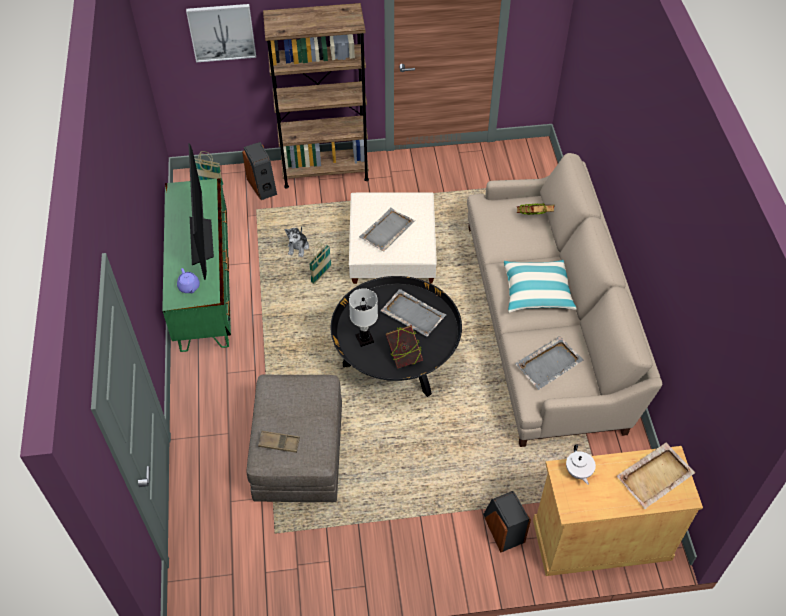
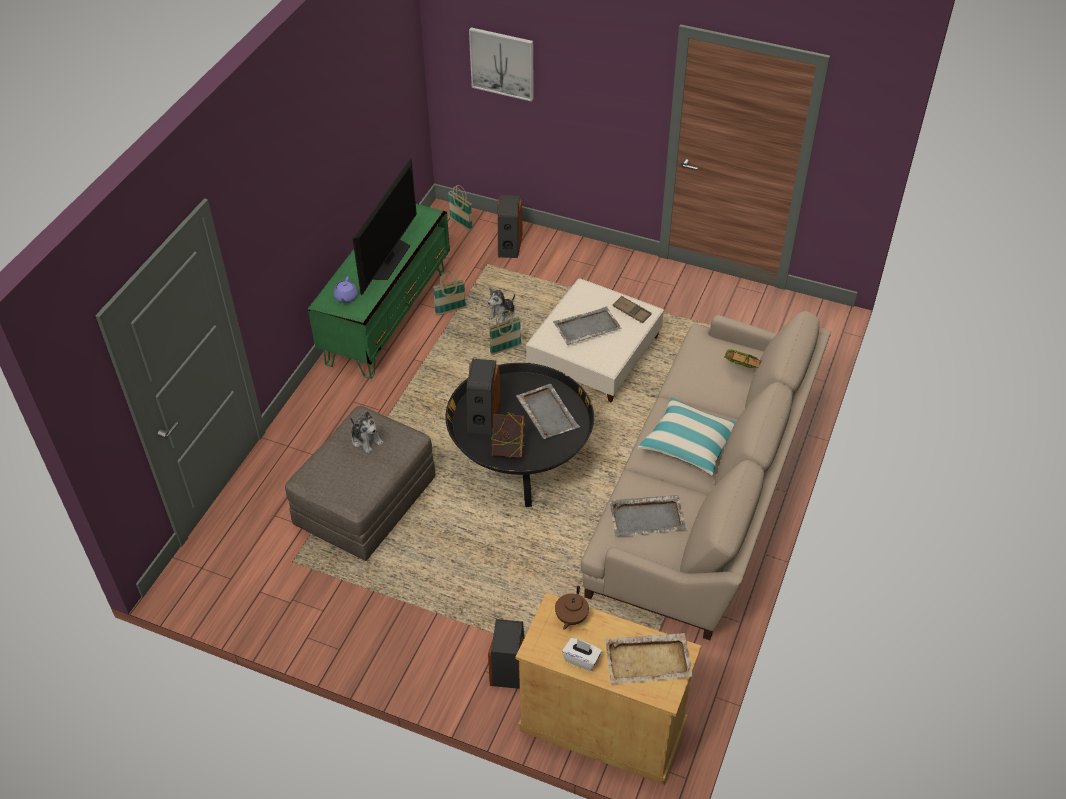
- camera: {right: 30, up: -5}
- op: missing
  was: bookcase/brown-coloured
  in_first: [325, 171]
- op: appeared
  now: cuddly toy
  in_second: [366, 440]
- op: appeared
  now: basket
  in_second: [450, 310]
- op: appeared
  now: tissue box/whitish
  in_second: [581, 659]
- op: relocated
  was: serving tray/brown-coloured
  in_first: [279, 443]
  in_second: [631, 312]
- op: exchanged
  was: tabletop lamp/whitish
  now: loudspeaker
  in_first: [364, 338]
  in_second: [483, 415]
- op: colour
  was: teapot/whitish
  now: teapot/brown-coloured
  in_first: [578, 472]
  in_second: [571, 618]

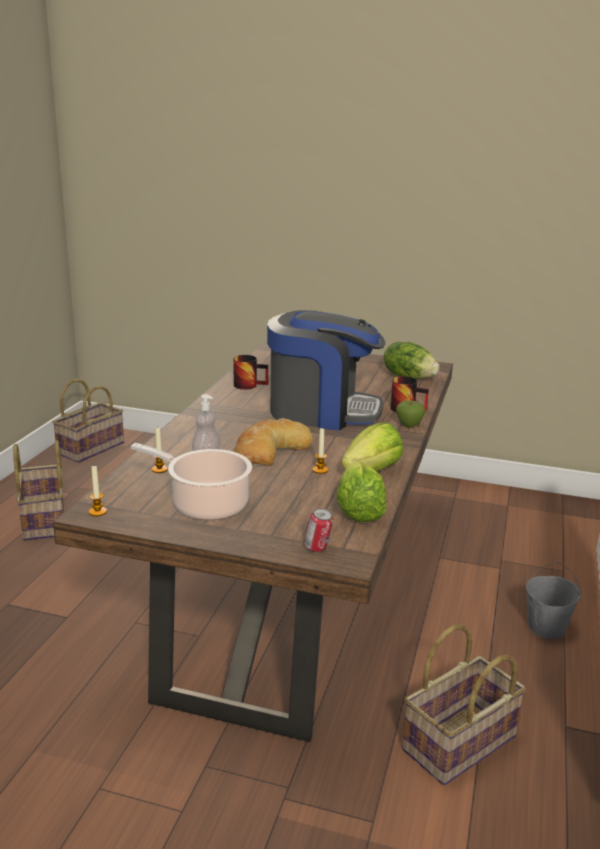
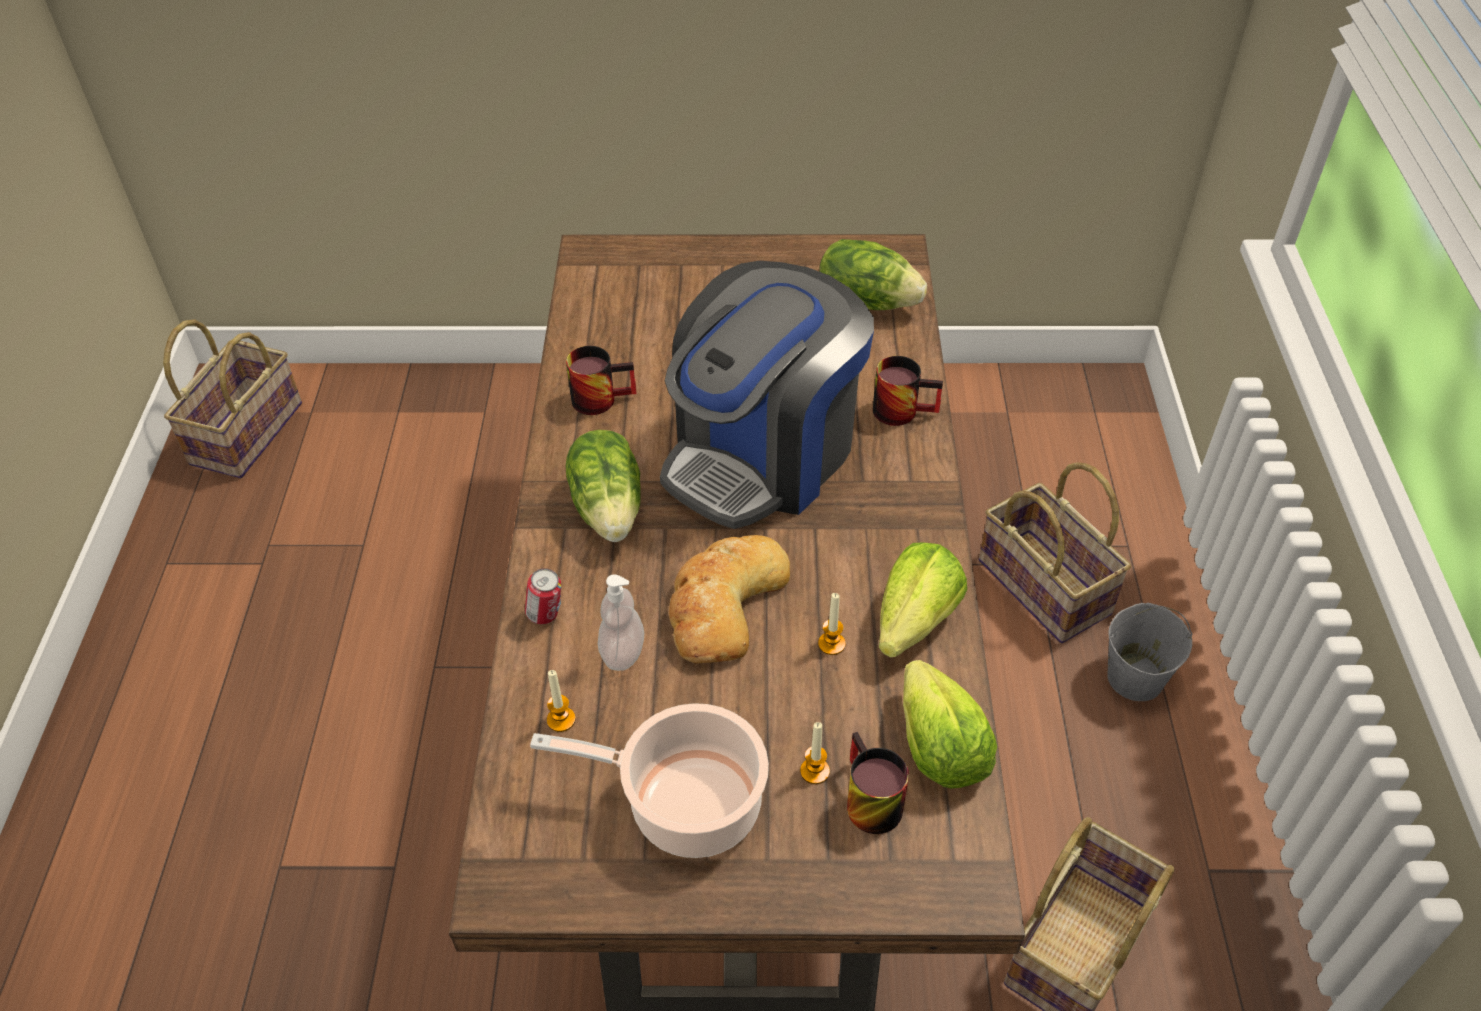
- camera: {right: -15, up: 25}
- op: missing
  was: whole apple
  in_first: [409, 425]
- op: appeared
  now: lettuce
  in_second: [609, 507]
- op: appeared
  now: mug
  in_second: [865, 801]
- op: relocated
  was: basket
  in_first: [45, 520]
  in_second: [1046, 586]
- op: relocated
  was: wax candle
  in_first: [97, 512]
  in_second: [814, 771]
- op: relocated
  was: sealed can
  in_first: [317, 549]
  in_second: [546, 615]
- op: spun
  was: coffee machine
  in_first: [322, 411]
  in_second: [763, 454]
  clockwise: 135

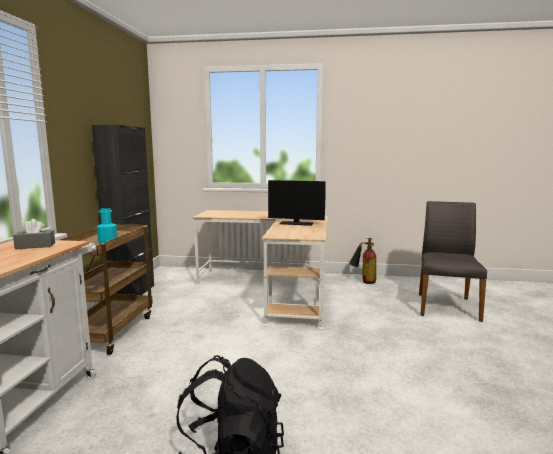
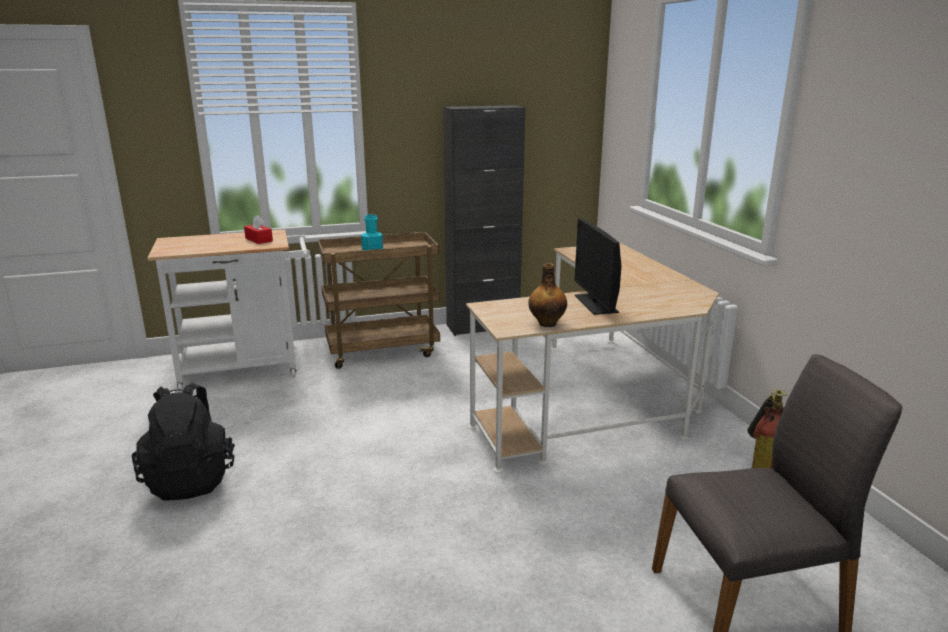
- camera: {right: 65, up: 10}
- op: appeared
  now: bottle
  in_second: [547, 323]
- op: colour
  was: tissue box/grey
  now: tissue box/reddish
  in_first: [35, 246]
  in_second: [259, 240]

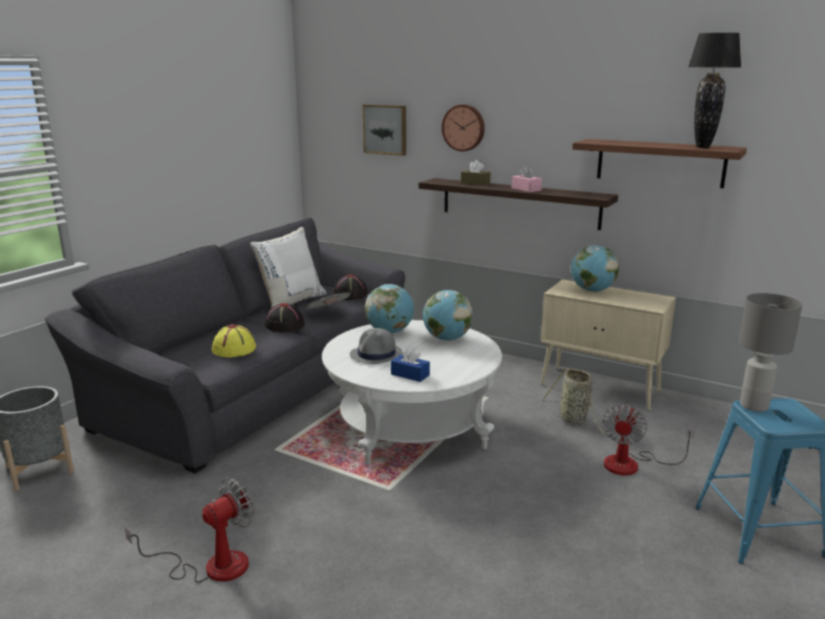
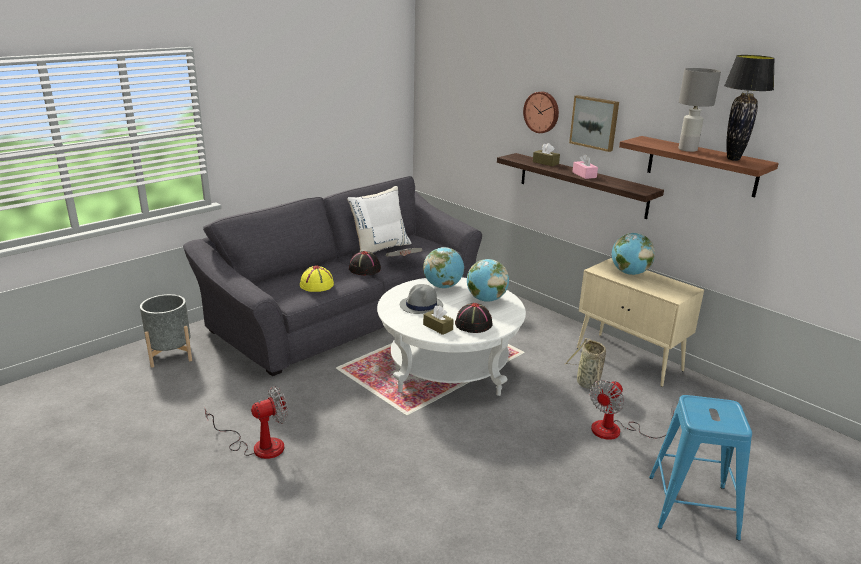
- camera: {right: 15, up: 5}
- op: relocated
  was: hat/blackish
  in_first: [350, 295]
  in_second: [473, 324]
- op: relocated
  was: wall picture
  in_first: [385, 129]
  in_second: [595, 122]
- op: relocated
  was: tabletop lamp/grey
  in_first: [753, 406]
  in_second: [687, 149]
- op: colour
  was: tissue box/blue
  now: tissue box/brown-coloured
  in_first: [410, 374]
  in_second: [438, 327]

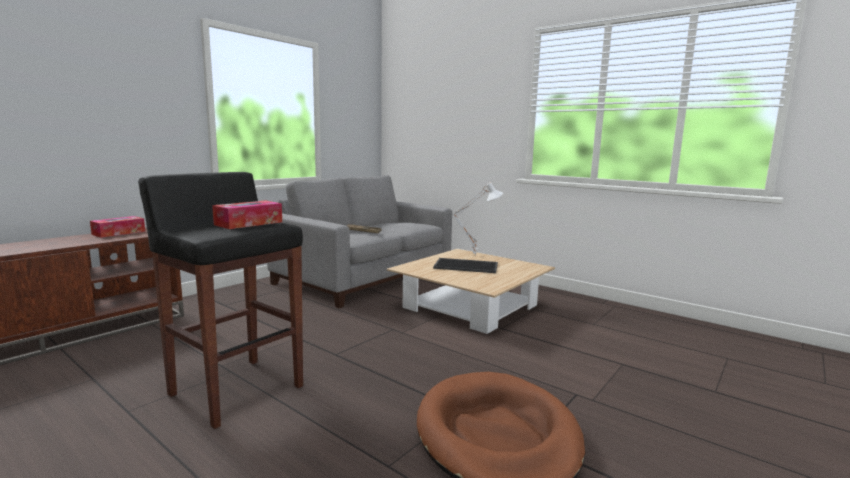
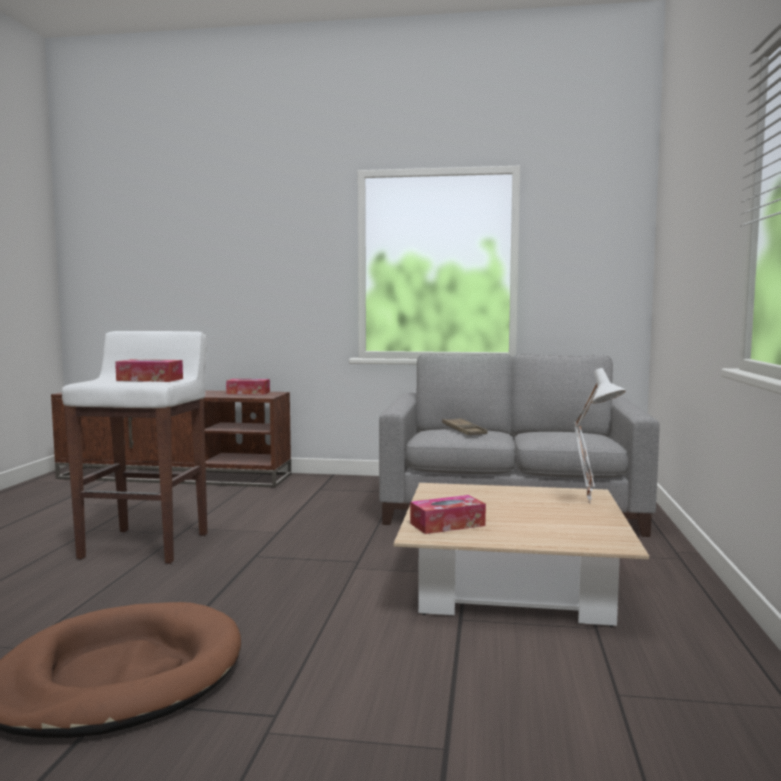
- camera: {right: 60, up: -5}
- op: missing
  was: serving tray
  in_first: [467, 266]
- op: appeared
  now: tissue box
  in_second: [447, 524]
- op: colour
  was: stool/blackish
  now: stool/whitish
  in_first: [236, 390]
  in_second: [146, 545]

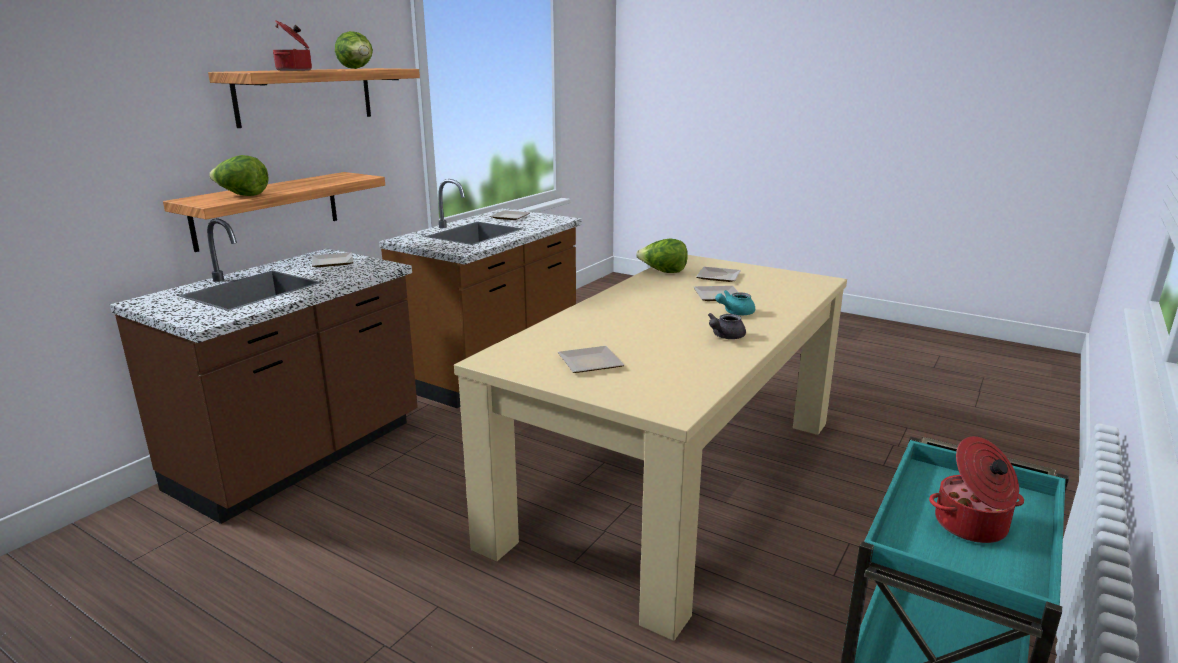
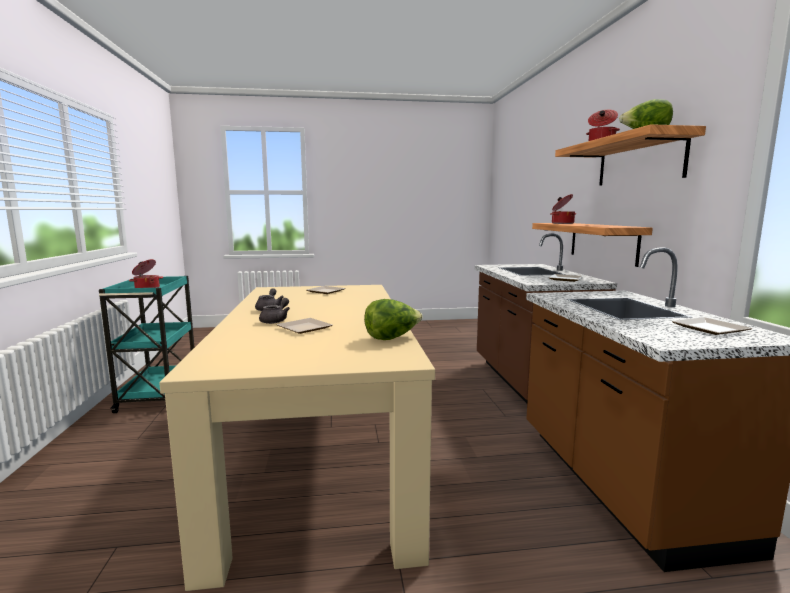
- camera: {right: 140, up: -10}
- op: missing
  was: flat dish
  in_first: [717, 276]
- op: exchanged
  was: lettuce
  now: stockpot
  in_first: [242, 195]
  in_second: [562, 223]
- op: colour
  was: teapot/turquoise-coloured
  now: teapot/grey
  in_first: [734, 313]
  in_second: [276, 320]

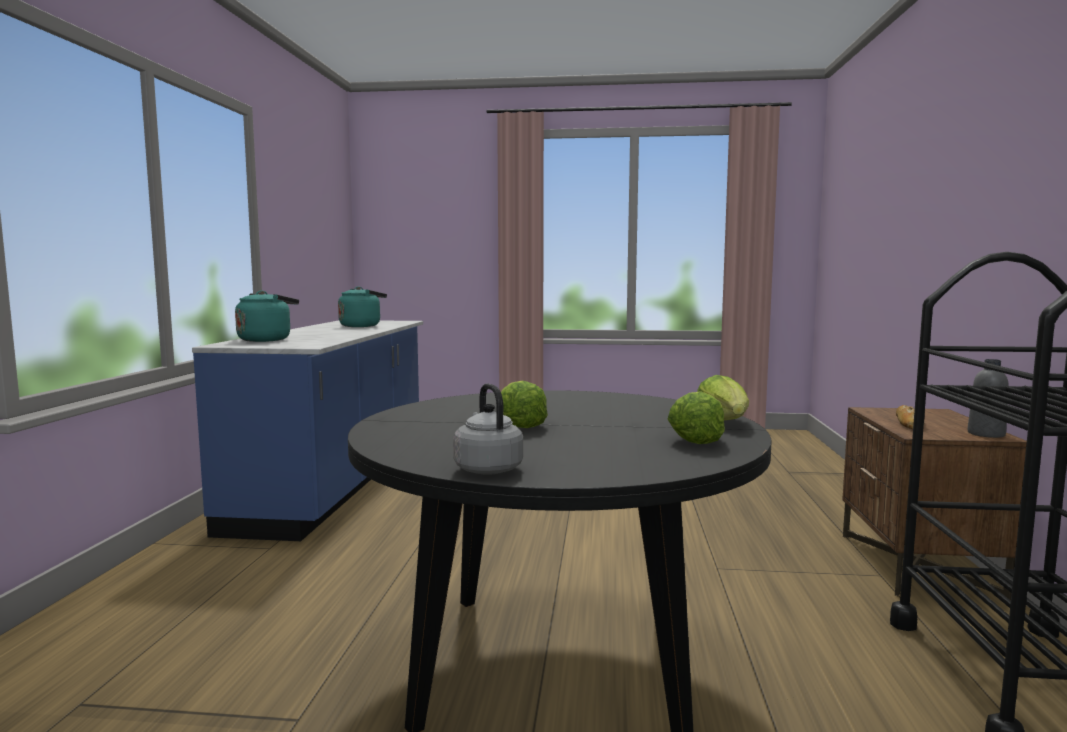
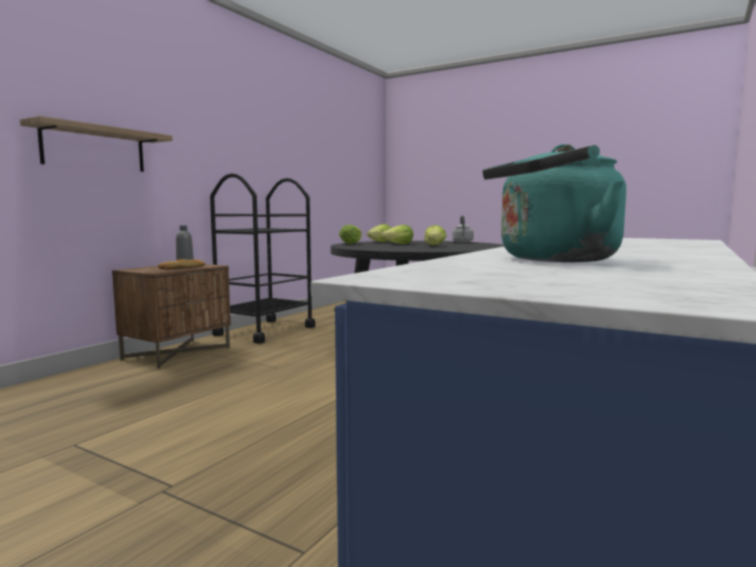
- camera: {right: -155, up: 0}
- op: missing
  was: tea kettle/turquoise-coloured
  in_first: [267, 340]
- op: appeared
  now: bracket shelf
  in_second: [94, 149]
- op: appeared
  now: lettuce
  in_second: [399, 244]

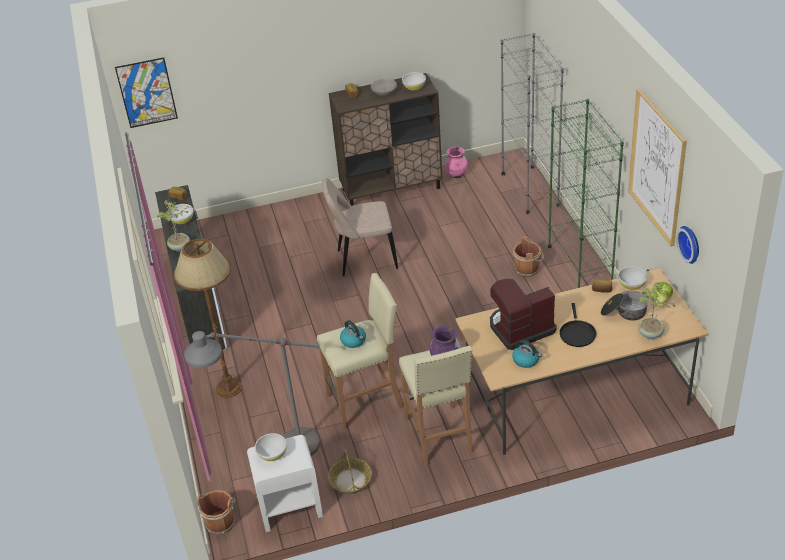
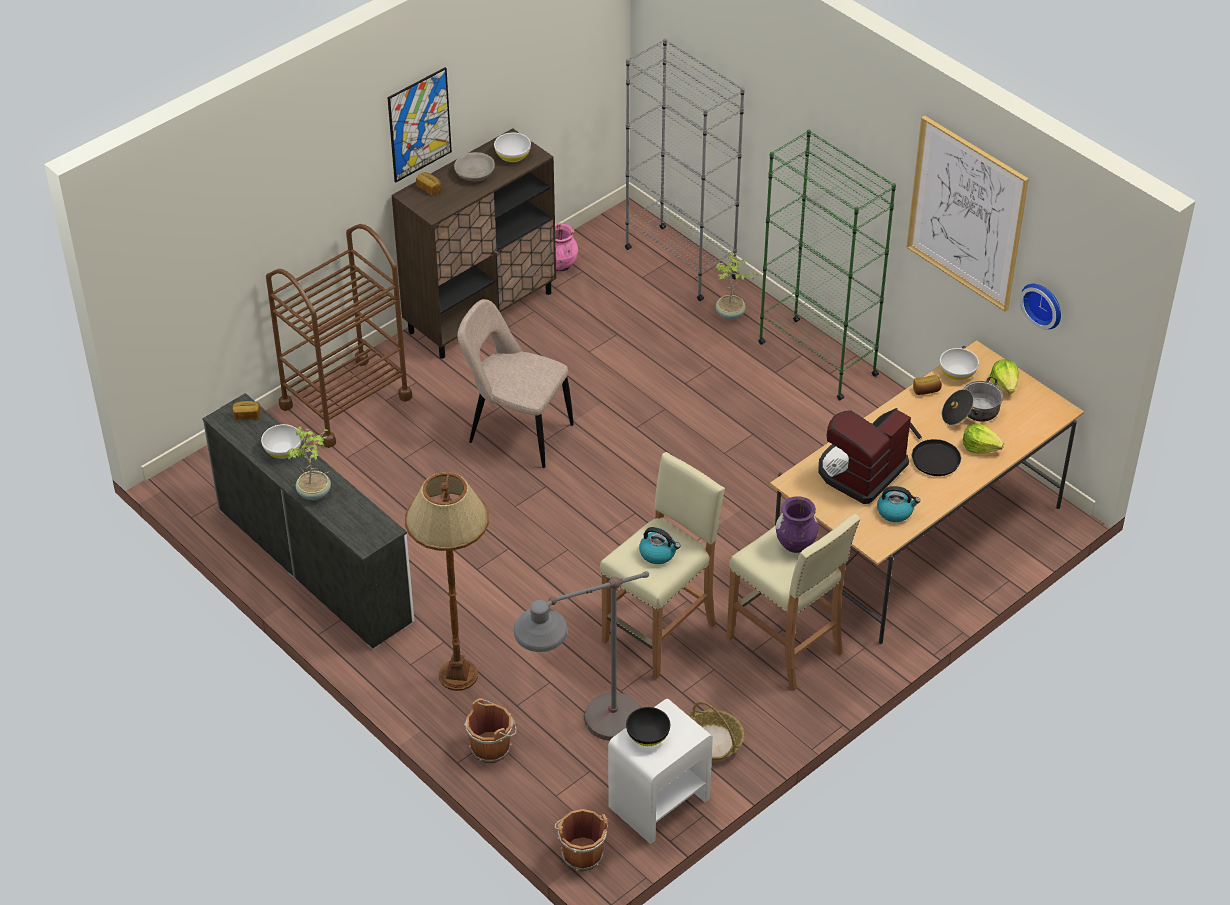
- camera: {right: -30, up: 5}
- op: appeared
  now: wheeled cart/brown-coloured
  in_second: [345, 401]
- op: appeared
  now: lettuce
  in_second: [980, 447]
- op: relocated
  was: wall picture
  in_first: [147, 92]
  in_second: [419, 124]
- op: relocated
  was: bucket/brown-coloured
  in_first: [528, 269]
  in_second: [492, 747]
- op: relocated
  was: potted plant
  in_first: [650, 334]
  in_second: [730, 314]
- op: colour
  was: serving bowl/whitish
  now: serving bowl/blackish
  in_first: [272, 454]
  in_second: [648, 735]
- op: spun
  was: chair/beige
  in_first: [363, 259]
  in_second: [516, 432]
  clockwise: 60

